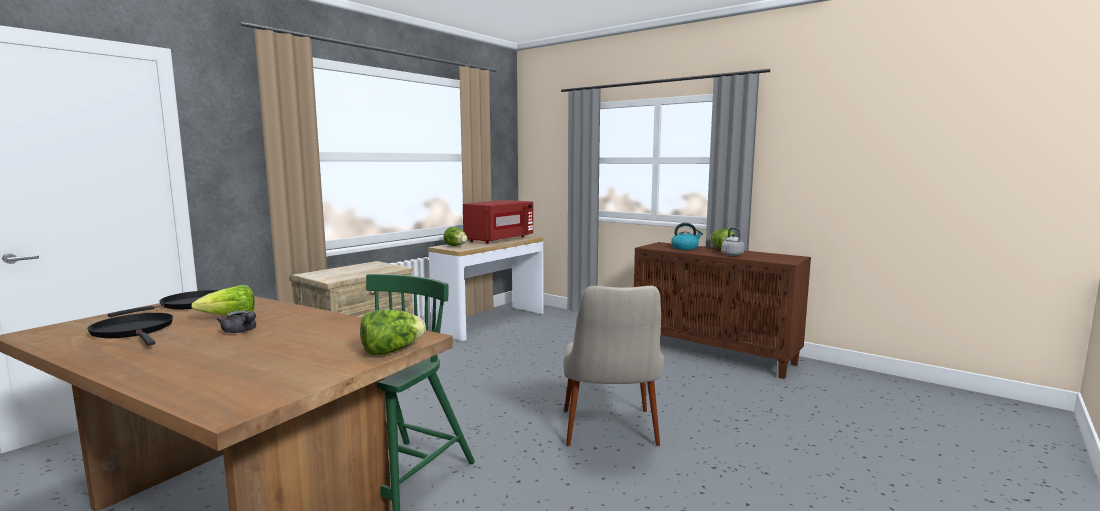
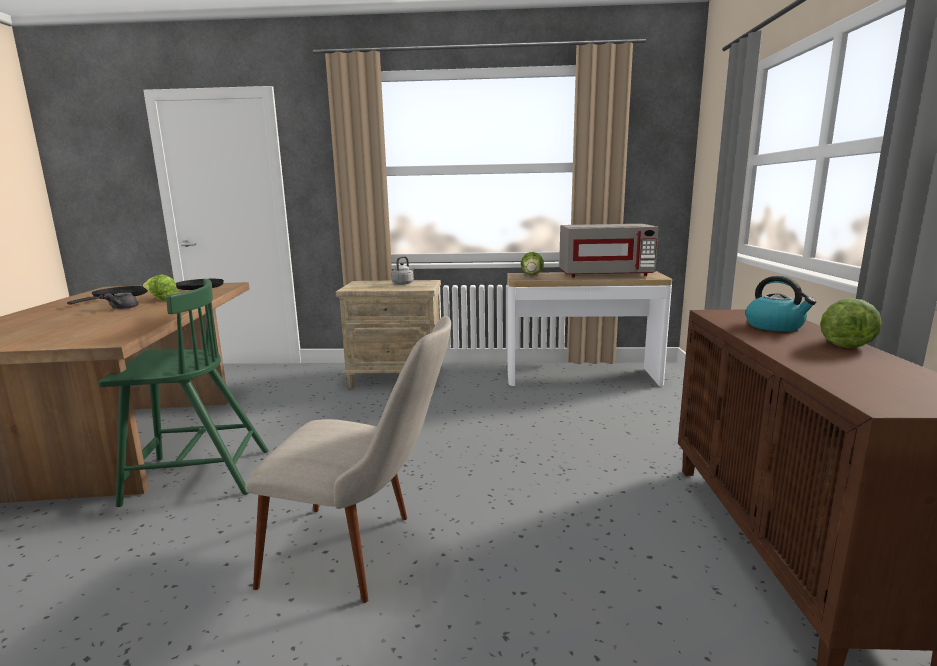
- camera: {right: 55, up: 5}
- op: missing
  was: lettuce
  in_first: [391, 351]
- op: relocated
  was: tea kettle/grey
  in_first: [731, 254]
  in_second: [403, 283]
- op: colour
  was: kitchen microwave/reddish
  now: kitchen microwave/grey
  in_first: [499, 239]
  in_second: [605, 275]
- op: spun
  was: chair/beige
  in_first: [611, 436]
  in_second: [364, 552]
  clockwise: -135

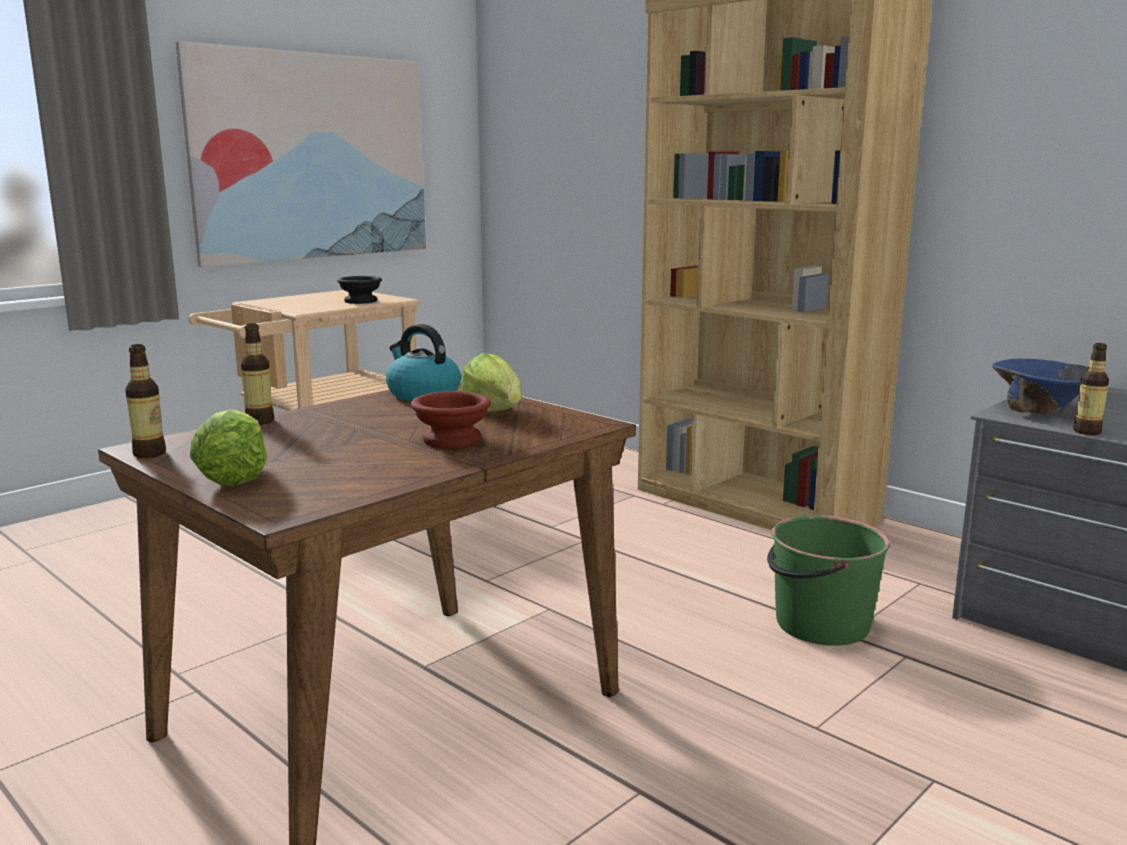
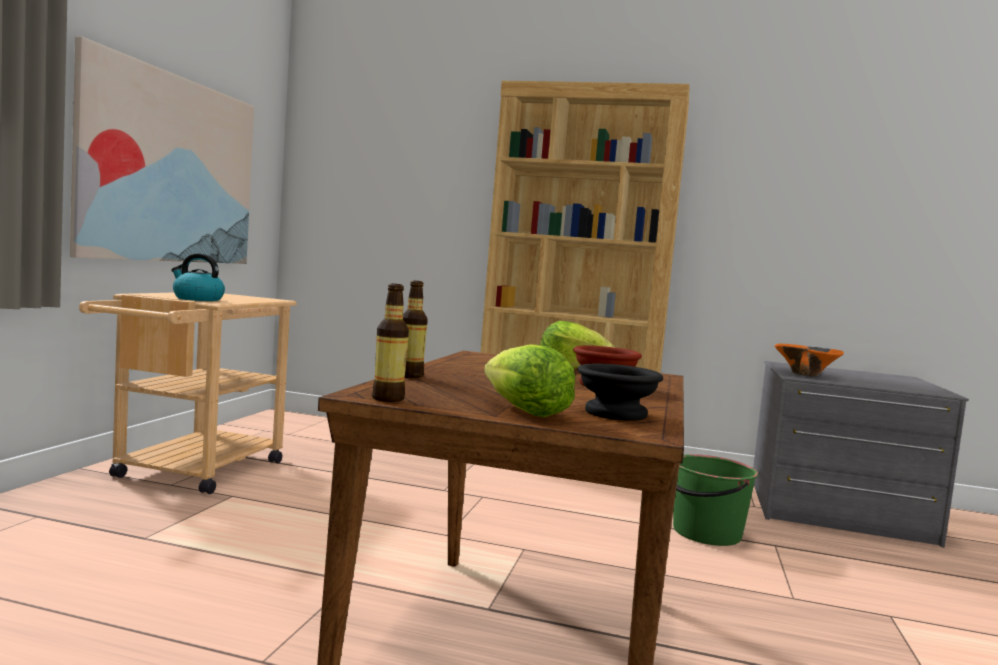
- camera: {right: -30, up: -10}
- op: missing
  was: bottle
  in_first: [1087, 432]
- op: relocated
  was: serving bowl/blackish
  in_first: [362, 301]
  in_second: [618, 413]
- op: relocated
  was: tea kettle
  in_first: [422, 394]
  in_second: [197, 299]
- op: colour
  was: serving bowl/blue
  now: serving bowl/orange
  in_first: [1041, 410]
  in_second: [805, 375]

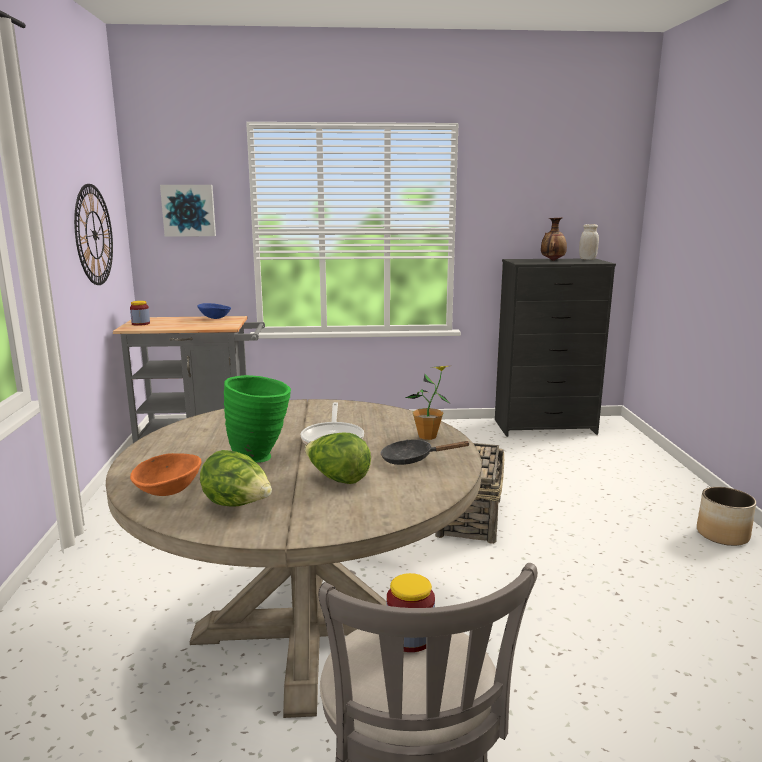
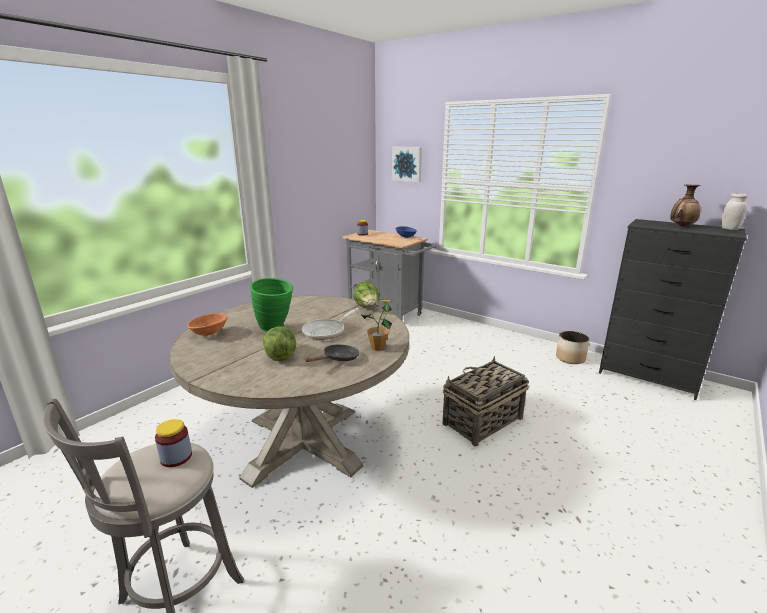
- camera: {right: 40, up: 5}
- op: missing
  was: hanging clock
  in_first: [94, 235]
- op: relocated
  was: lettuce
  in_first: [238, 505]
  in_second: [367, 307]
- op: relocated
  was: flower pot
  in_first: [722, 535]
  in_second: [570, 358]
- op: spun
  was: skillet/blackish
  in_first: [412, 459]
  in_second: [338, 359]
  clockwise: 90

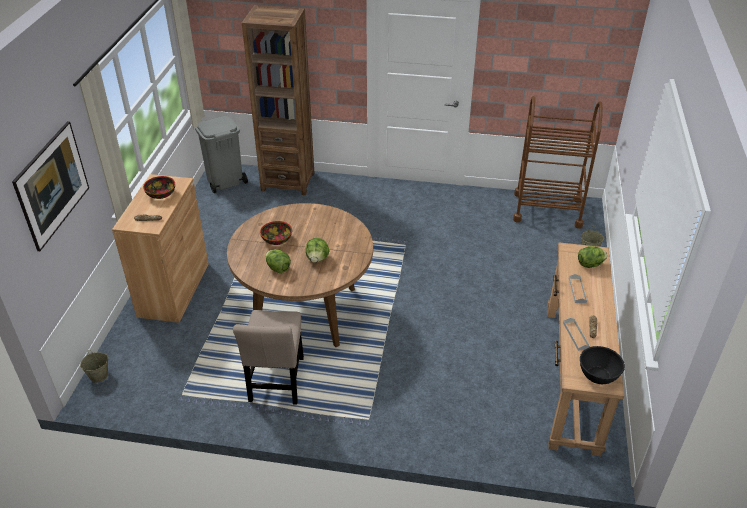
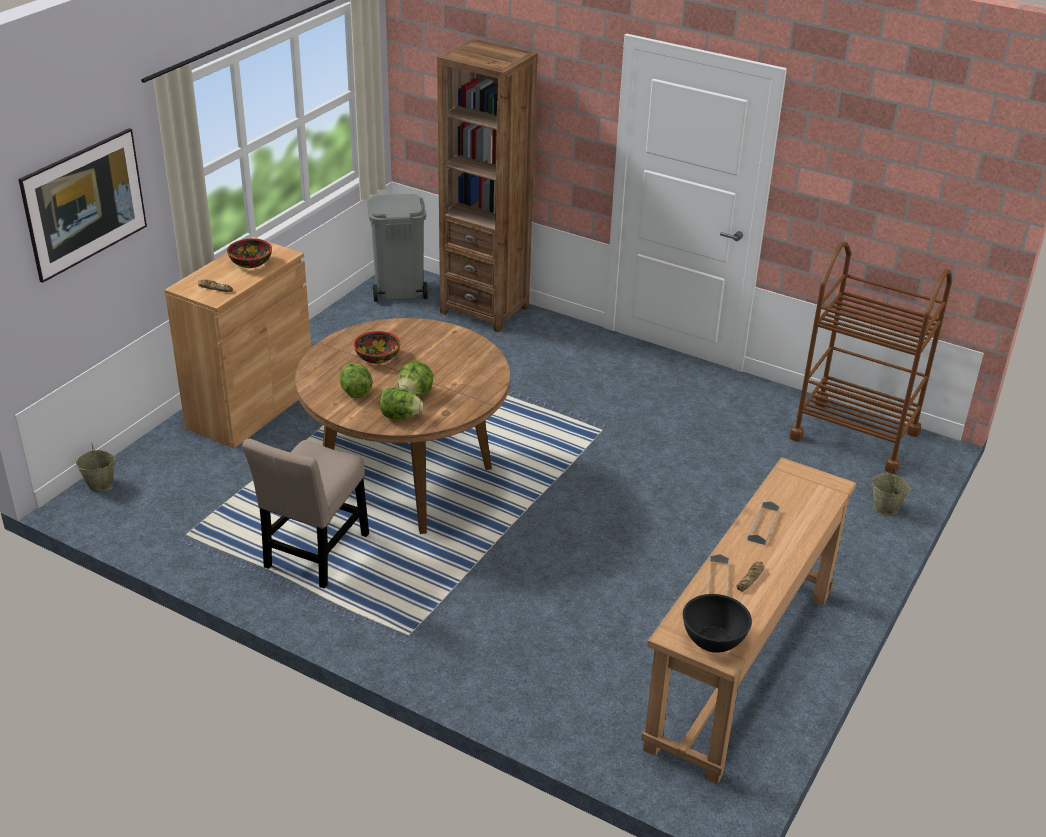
- camera: {right: 20, up: -5}
- op: relocated
  was: lettuce
  in_first: [590, 264]
  in_second: [400, 416]

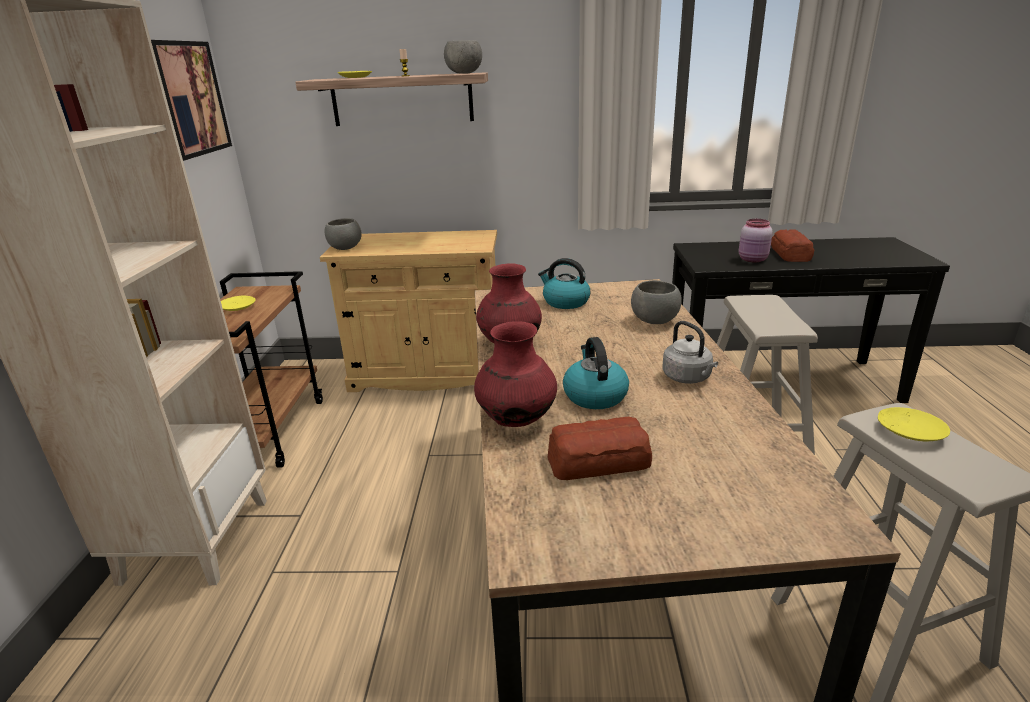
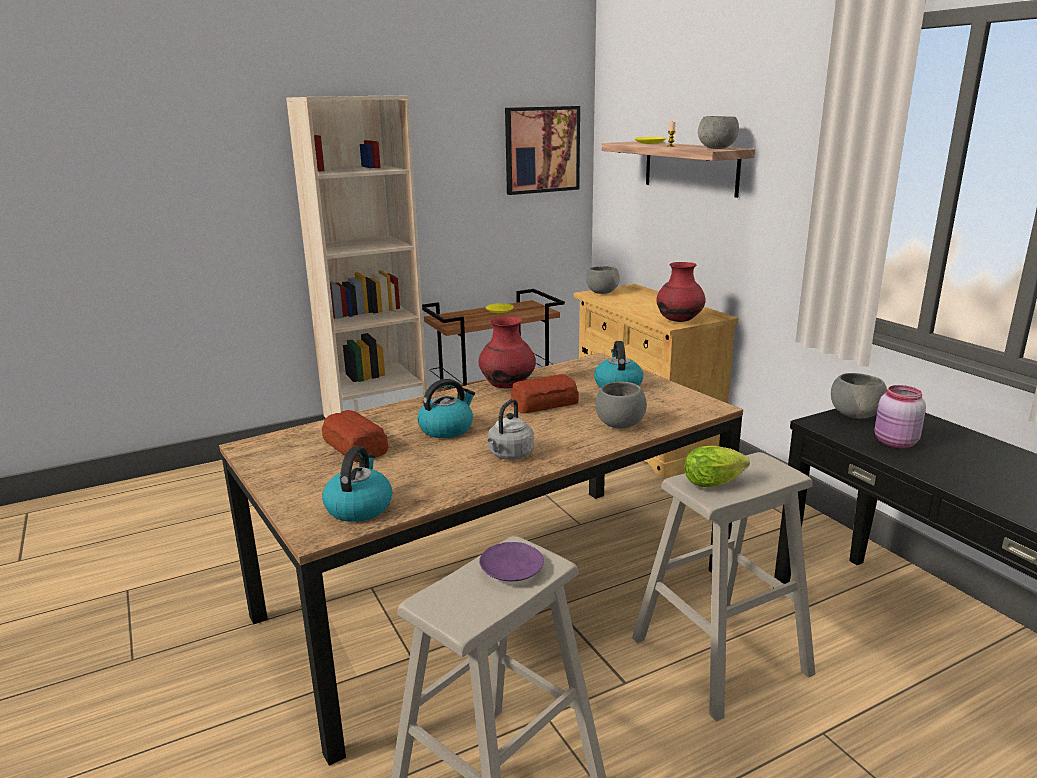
- camera: {right: 60, up: -5}
- op: appeared
  now: tea kettle
  in_second: [359, 507]
- op: appeared
  now: lettuce
  in_second: [716, 483]
- op: appeared
  now: serving bowl/grey
  in_second: [855, 415]
- op: relocated
  was: decorative vase/reddish
  in_first: [516, 419]
  in_second: [679, 321]
- op: relocated
  was: bread
  in_first: [790, 253]
  in_second: [545, 403]
- op: colour
  was: flat dish/yellow
  now: flat dish/purple-coloured
  in_first: [909, 431]
  in_second: [511, 568]

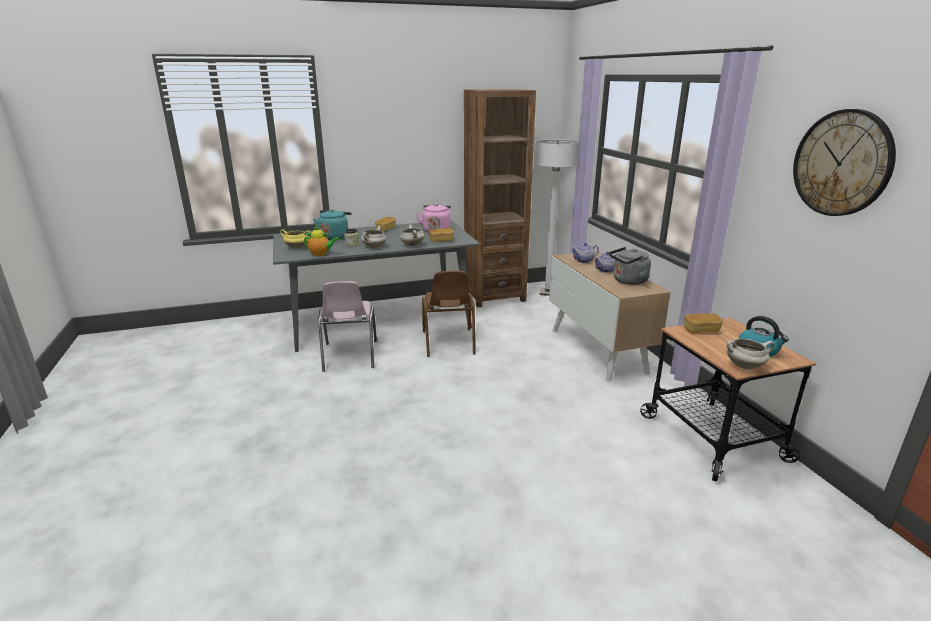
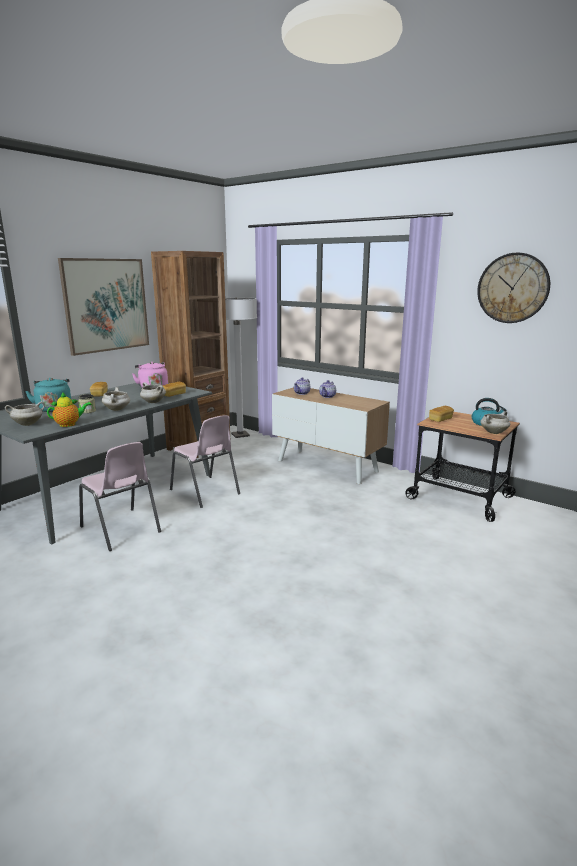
- camera: {right: -35, up: -5}
- op: missing
  was: tea kettle/grey
  in_first: [628, 281]
- op: appeared
  now: wall picture
  in_second: [106, 305]
- op: colour
  was: stockpot/yellow
  now: stockpot/whitish
  in_first: [297, 248]
  in_second: [28, 424]
- op: colour
  was: chair/brown-coloured
  now: chair/pink-coloured
  in_first: [448, 343]
  in_second: [205, 492]

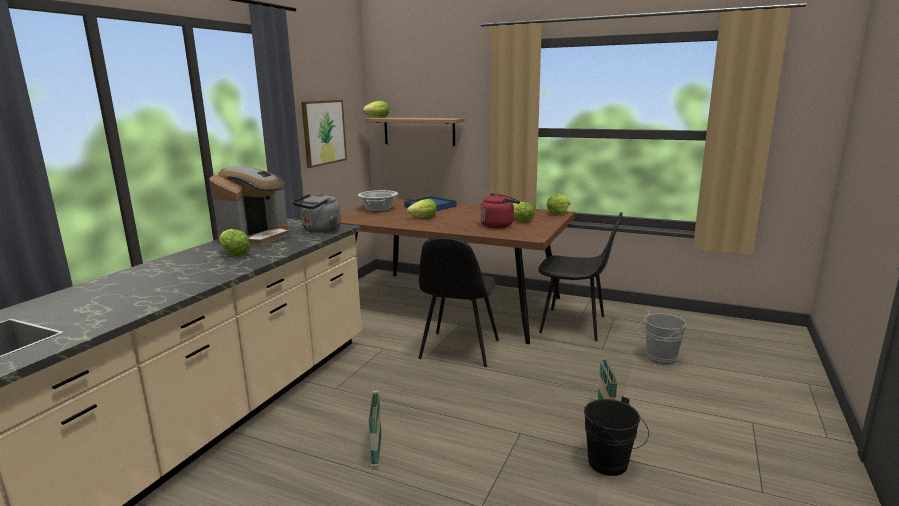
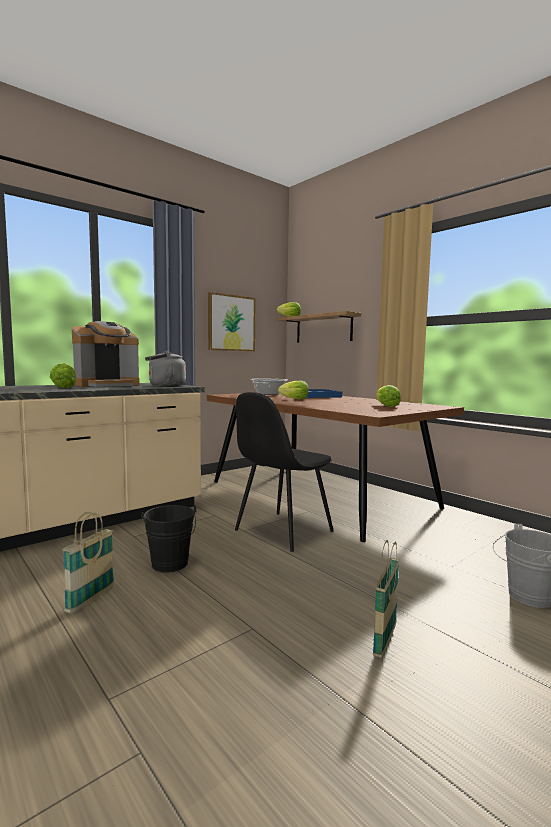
- camera: {right: 25, up: -10}
- op: missing
  was: tea kettle/reddish
  in_first: [498, 225]
- op: missing
  was: chair/blackish
  in_first: [575, 324]
- op: missing
  was: lettuce
  in_first: [558, 213]
- op: relocated
  was: bucket/blackish
  in_first: [612, 465]
  in_second: [170, 565]

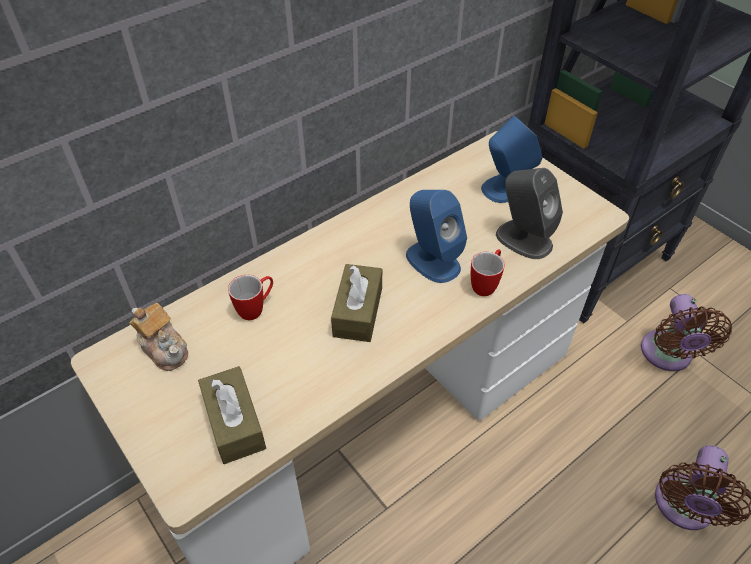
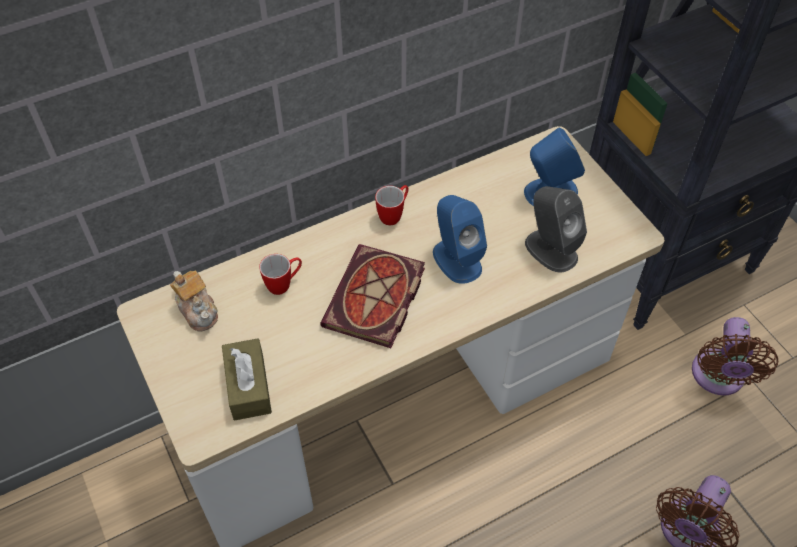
- camera: {right: 10, up: 5}
- op: relocated
  was: mug
  in_first: [486, 284]
  in_second: [394, 215]
- op: exchanged
  was: tissue box/brown-coloured
  now: bound book
  in_first: [358, 312]
  in_second: [375, 300]

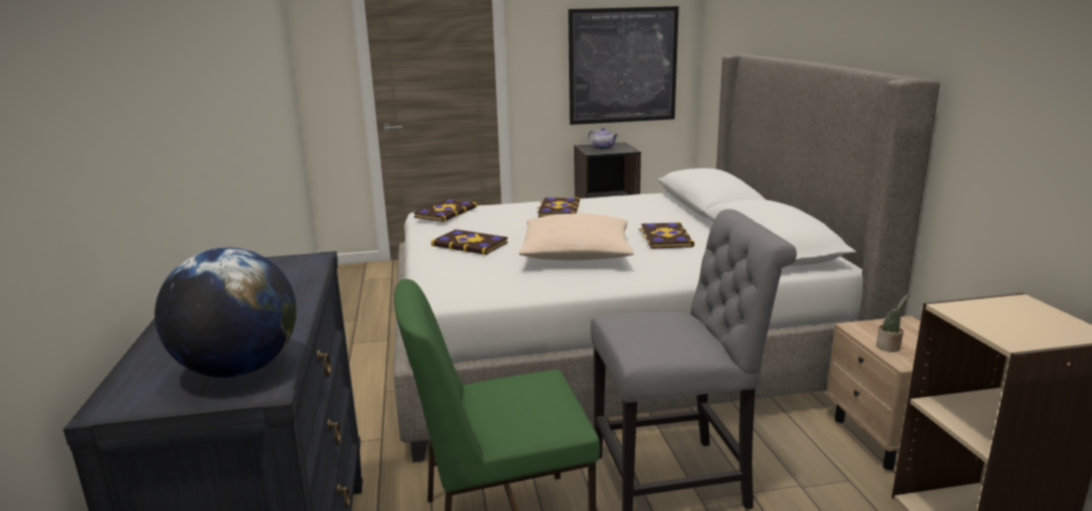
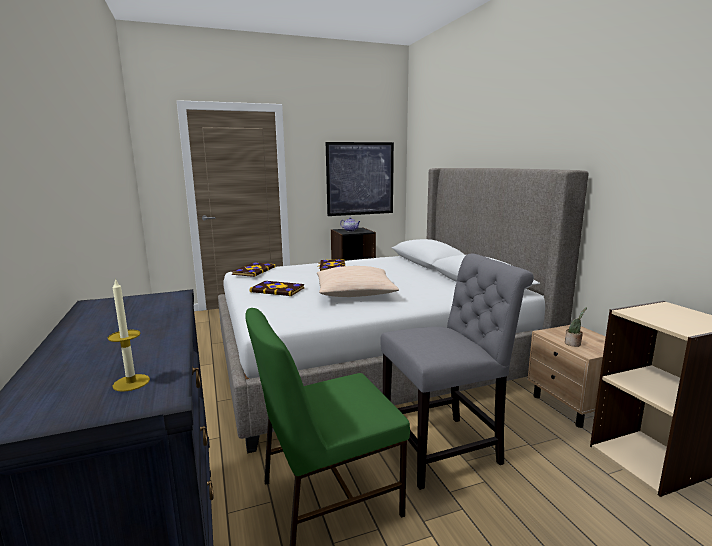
- camera: {right: -10, up: -5}
- op: missing
  was: bound book
  in_first: [665, 238]
- op: exchanged
  was: world globe
  now: wax candle
  in_first: [239, 370]
  in_second: [131, 382]

